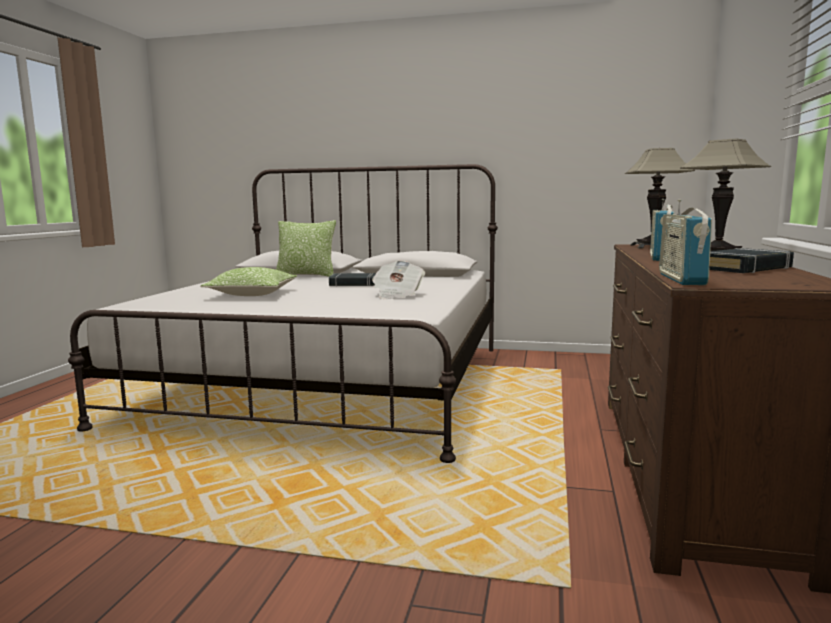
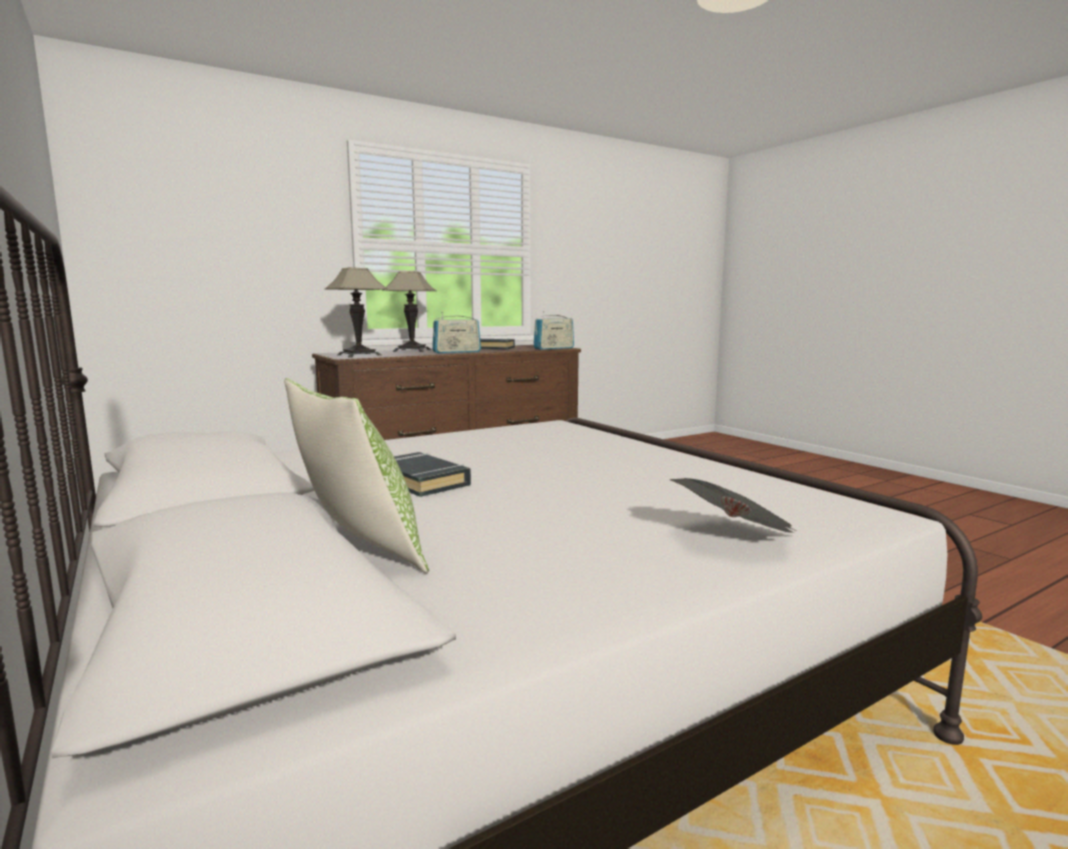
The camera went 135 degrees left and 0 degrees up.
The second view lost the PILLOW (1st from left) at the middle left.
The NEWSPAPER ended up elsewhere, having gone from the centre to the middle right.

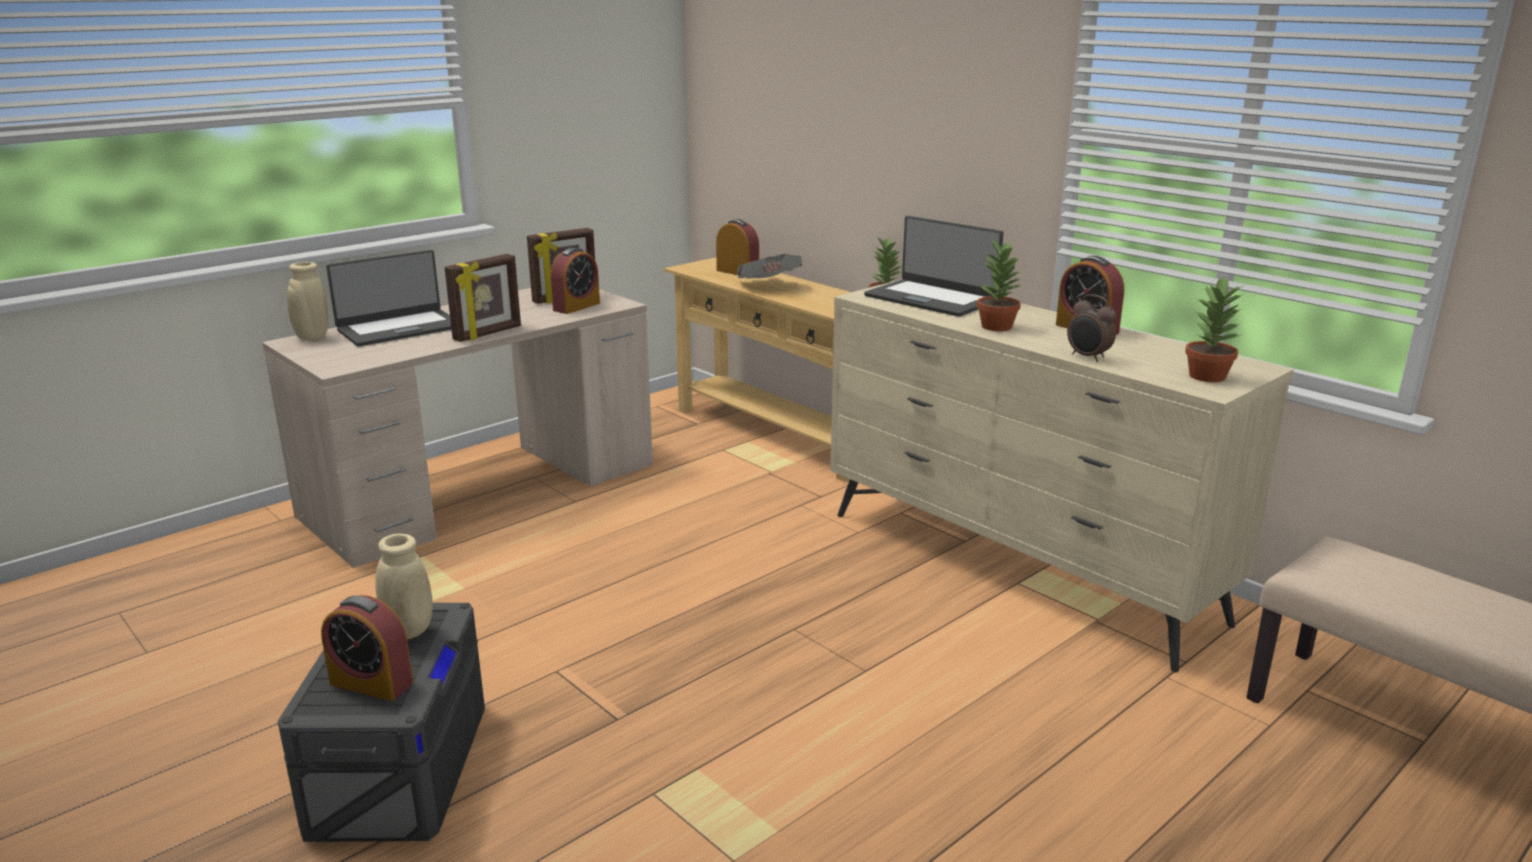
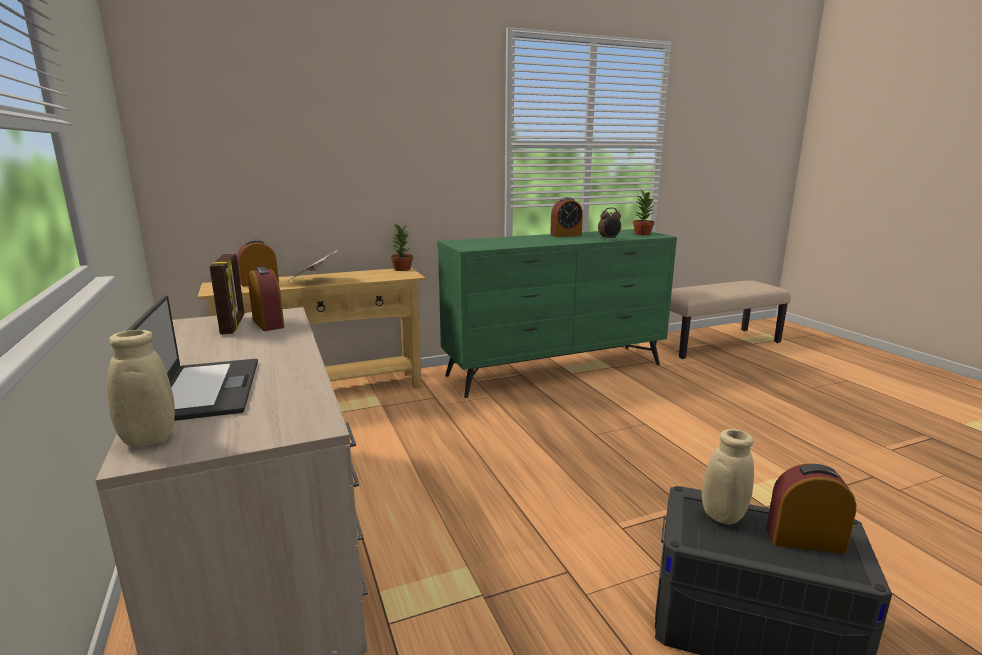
The camera went 70 degrees left and 5 degrees down.
The second view lost the PICTURE FRAME (1st from left) at the middle left.
The second view lost the LAPTOP (2nd from left) at the top centre.
The second view lost the POTTED PLANT (2nd from left) at the top centre.
What was the BEIGE DRESSER at the middle right turned into the GREEN DRESSER at the centre.
The ALARM CLOCK (1st from left in the first image) at the bottom left ended up facing another way, 120 degrees counterclockwise from before.

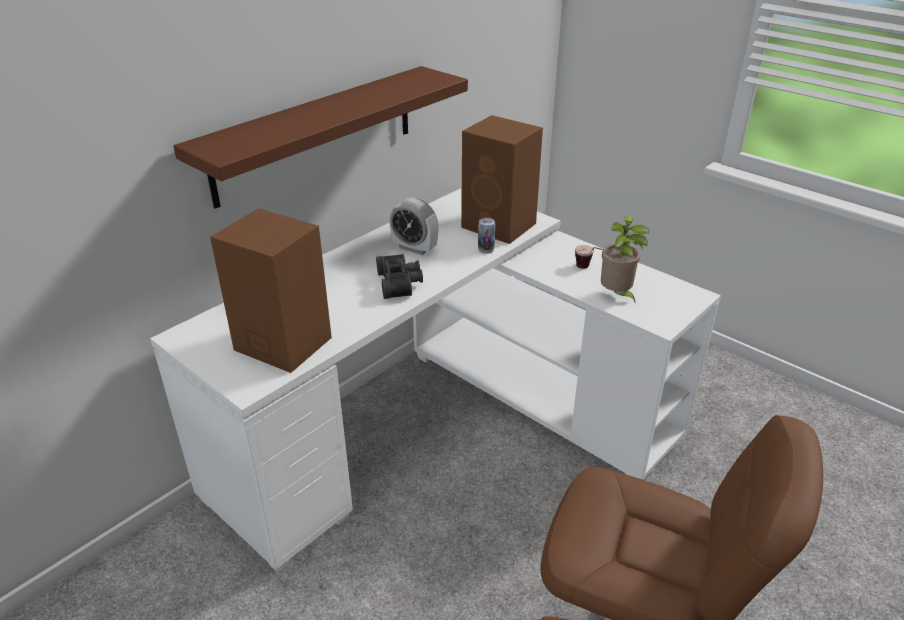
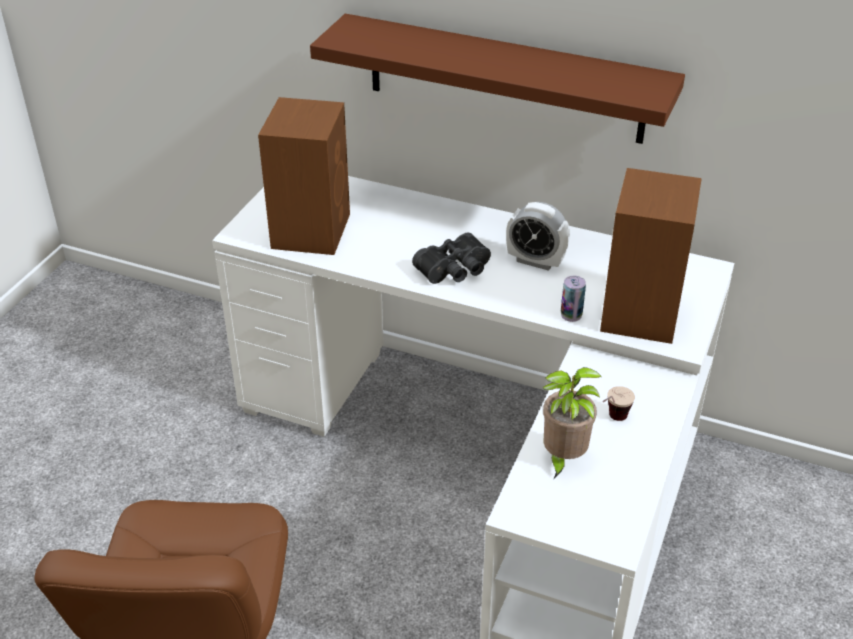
The camera went 70 degrees right and 5 degrees up.
The ALARM CLOCK at the centre ended up facing another way, 75 degrees counterclockwise from before.

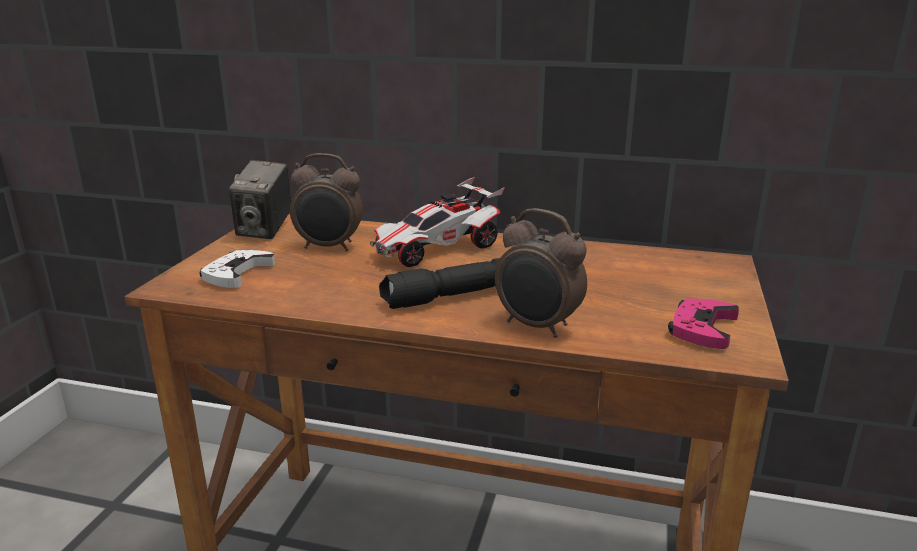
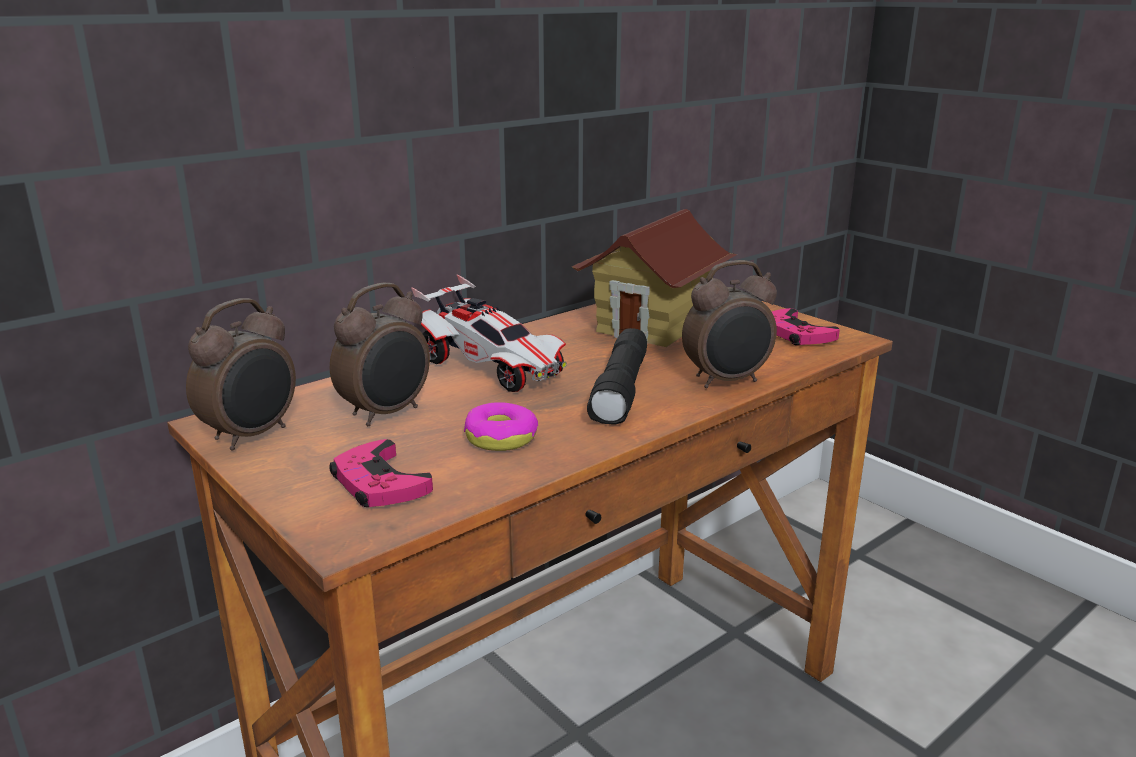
The camera went 55 degrees left and 0 degrees up.
The second view gained the DONUT at the centre.
The second view gained the TOY HOUSE at the centre.
Where the PHOTO CAMERA stood at the middle left, the ALARM CLOCK (1st from left) came to stand at the middle left.
What was the WHITE GAME CONTROLLER at the middle left turned into the PINK GAME CONTROLLER (1st from left) at the centre.
The TOY CAR at the centre ended up facing another way, 45 degrees counterclockwise from before.

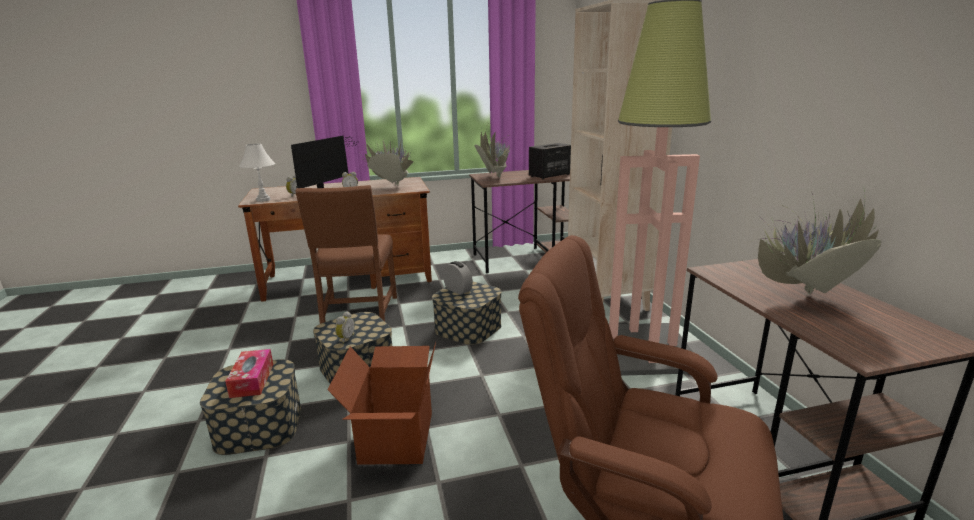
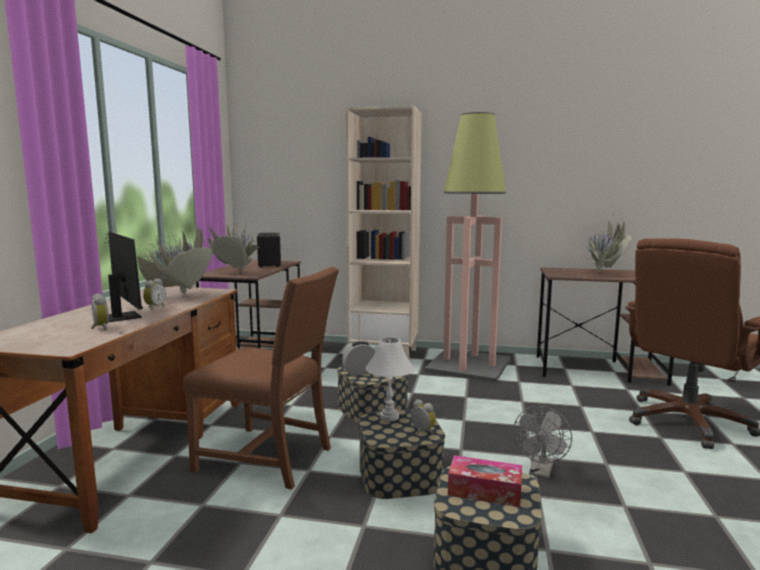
The camera went 65 degrees left and 10 degrees down.
The WHITE TABLE LAMP ended up elsewhere, having gone from the top left to the centre.
Where the CARDBOARD BOX stood at the bottom centre, the GREY FAN came to stand at the bottom right.

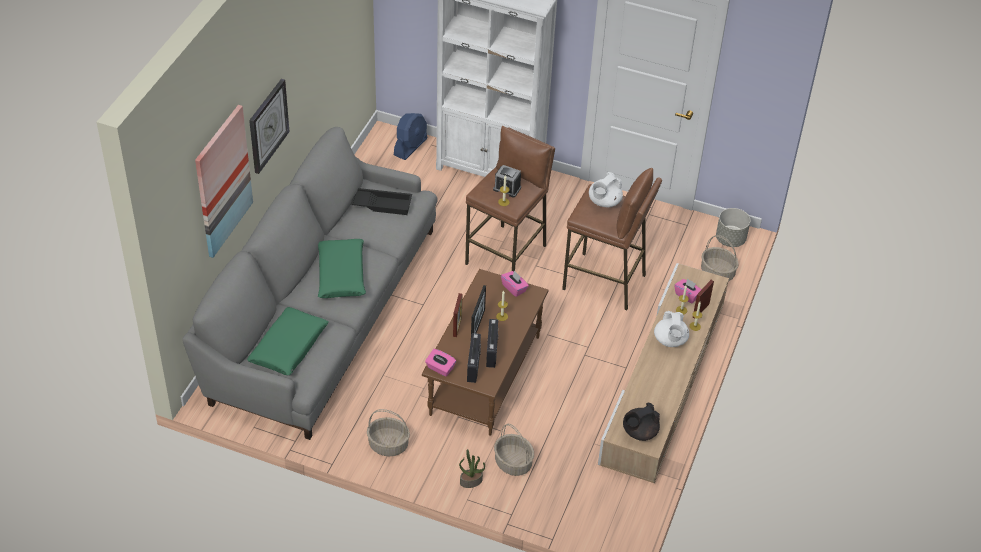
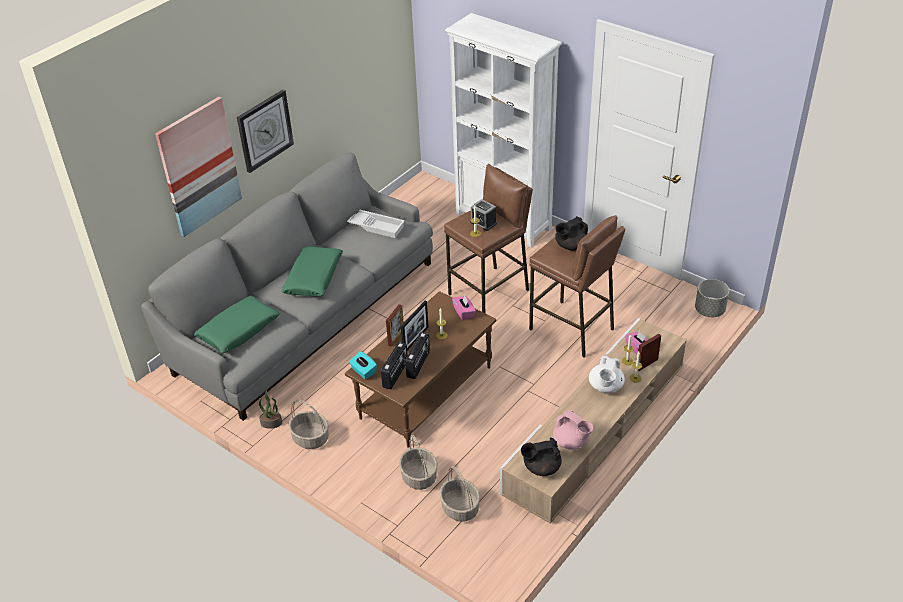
The camera went 20 degrees right and 5 degrees down.
The second view lost the BLUE FAN at the top centre.
The second view gained the PINK TEAPOT at the bottom centre.
The POTTED PLANT ended up elsewhere, having gone from the bottom centre to the bottom left.
The BASKET (3rd from left) ended up elsewhere, having gone from the middle right to the bottom centre.
What was the BLACK TRAY at the centre turned into the WHITE TRAY at the centre.
What was the PINK TISSUE BOX (1st from left) at the centre turned into the TURQUOISE TISSUE BOX at the centre.
What was the WHITE TEAPOT (1st from left) at the centre turned into the BLACK TEAPOT (2nd from left) at the centre.

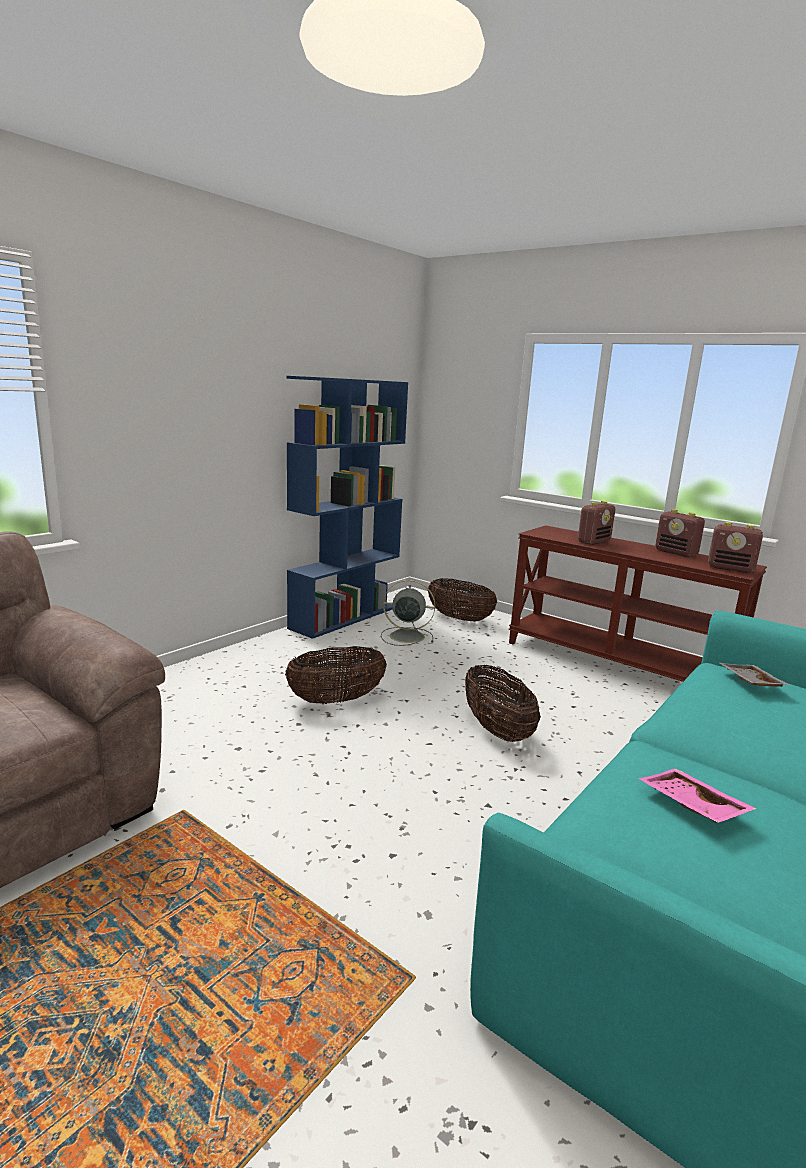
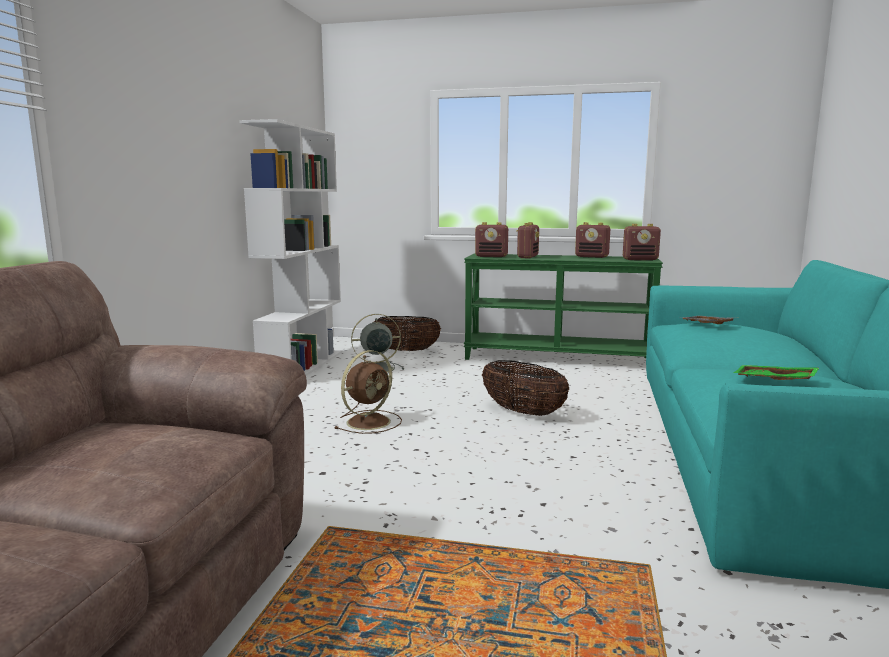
The camera went 25 degrees left and 5 degrees down.
The second view gained the RADIO (1st from left) at the centre.
Where the BASKET (1st from left) stood at the centre, the BROWN FAN came to stand at the centre.
What was the BLUE BOOKCASE at the centre turned into the WHITE BOOKCASE at the middle left.
What was the BROWN CONSOLE TABLE at the middle right turned into the GREEN CONSOLE TABLE at the centre.
What was the PINK TRAY at the bottom right turned into the GREEN TRAY at the middle right.

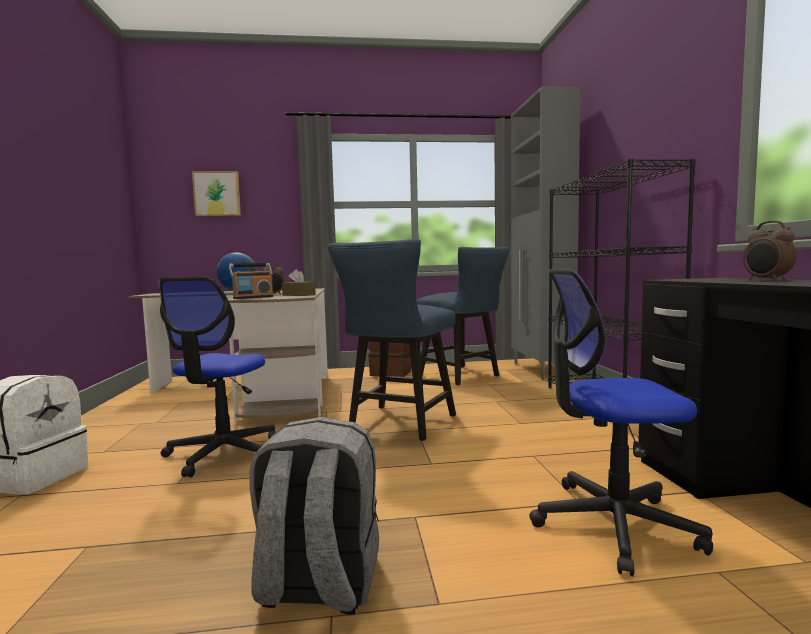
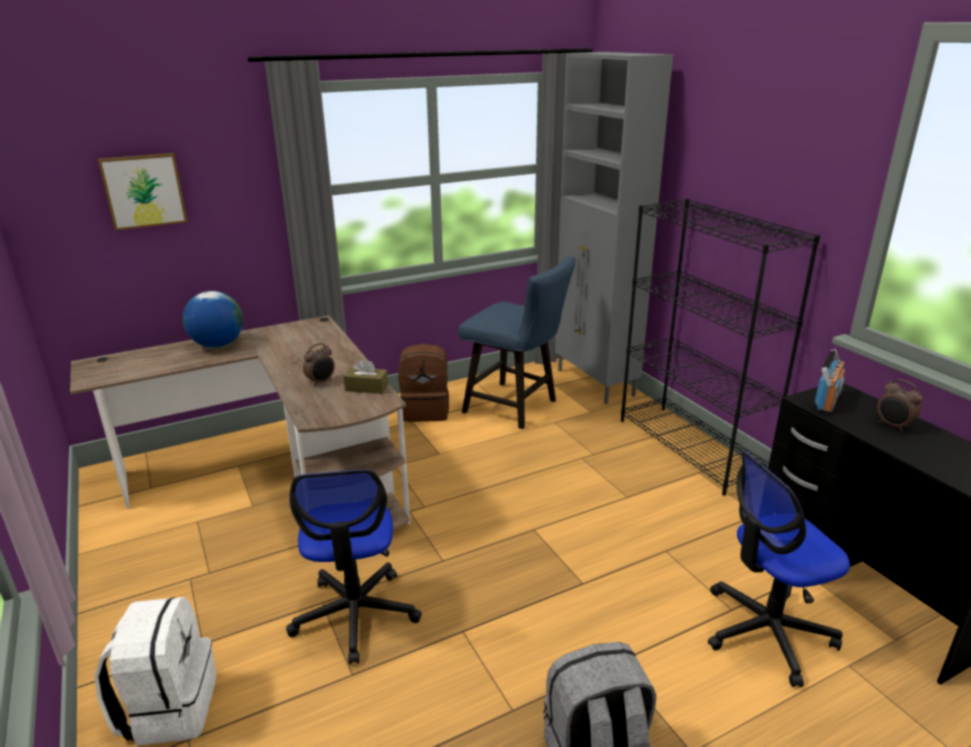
The camera went 20 degrees left and 20 degrees up.
The second view lost the BLUE CHAIR (1st from left) at the centre.
The RADIO ended up elsewhere, having gone from the middle left to the middle right.

